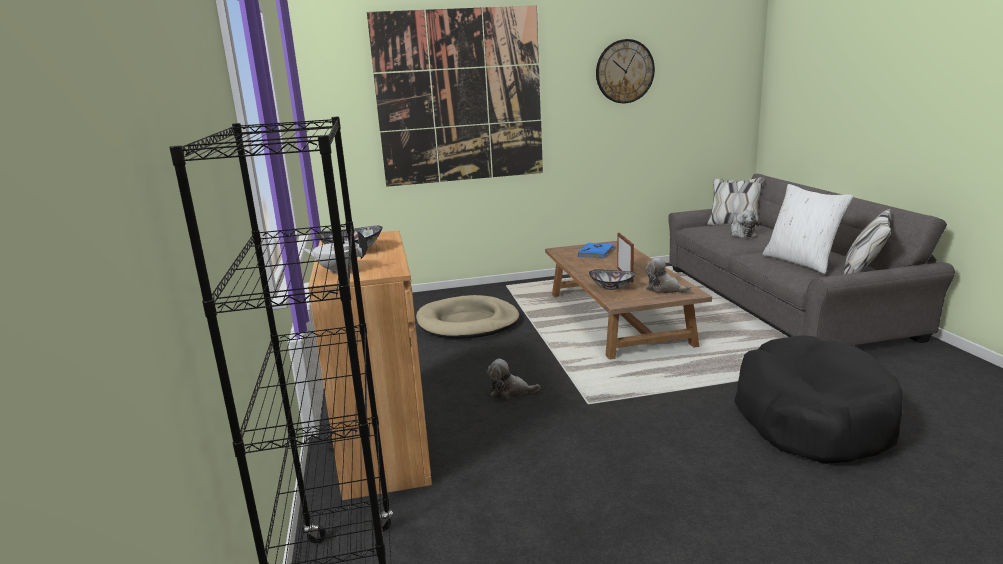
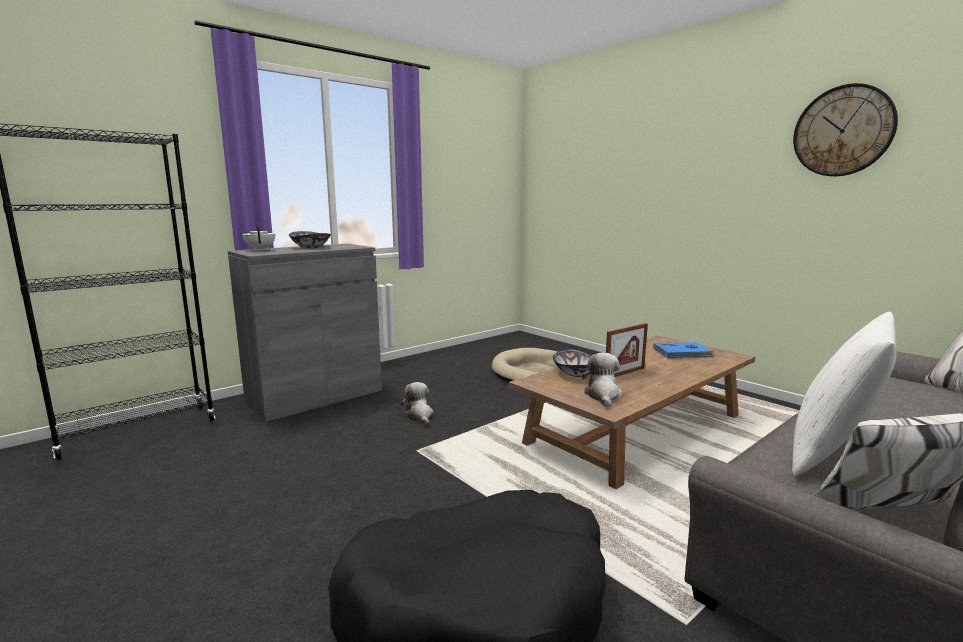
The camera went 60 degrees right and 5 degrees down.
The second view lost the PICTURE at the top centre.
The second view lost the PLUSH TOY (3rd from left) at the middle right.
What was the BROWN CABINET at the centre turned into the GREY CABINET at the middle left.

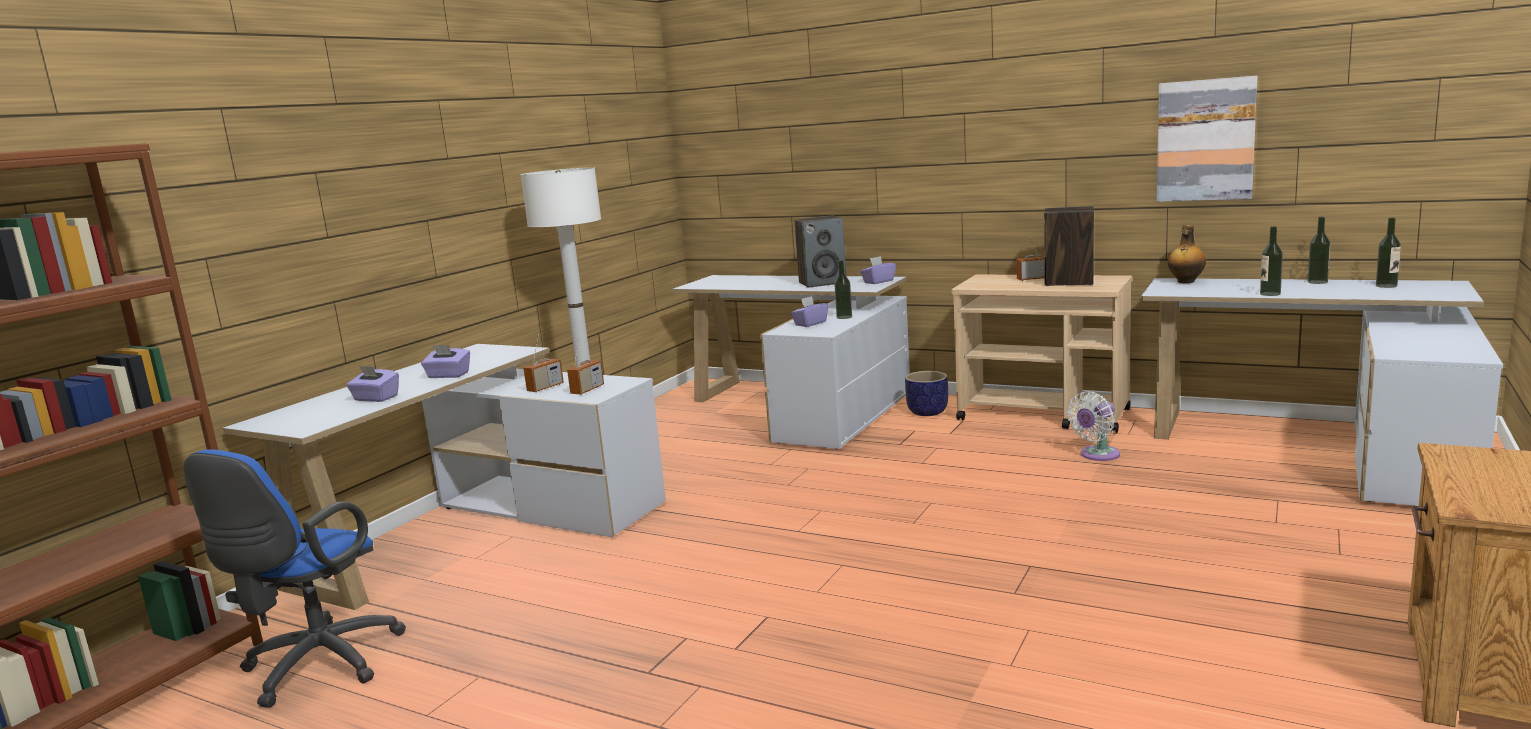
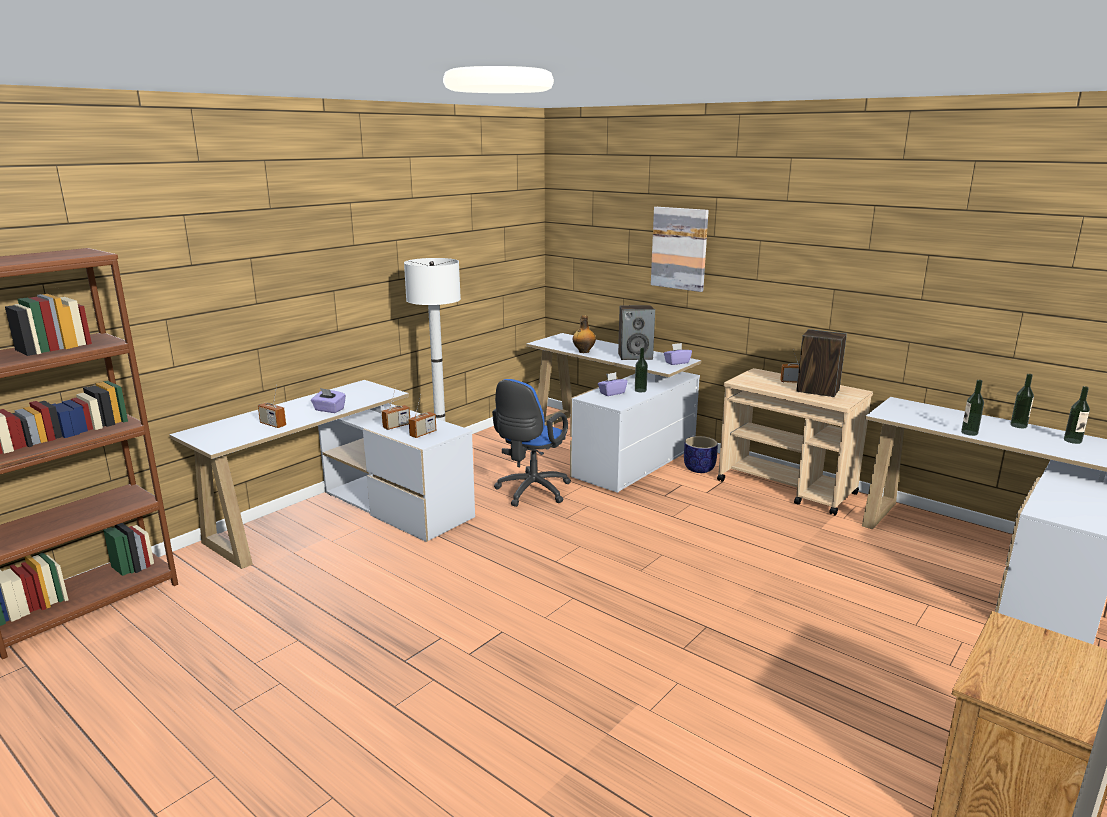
The camera went 10 degrees right and 5 degrees up.
The second view lost the WHITE FAN at the middle right.
The BLUE OFFICE CHAIR ended up elsewhere, having gone from the bottom left to the centre.
The PICTURE ended up elsewhere, having gone from the top right to the top centre.
The BOTTLE (2nd from left in the first image) ended up elsewhere, having gone from the middle right to the centre.
Where the PURPLE TISSUE BOX (1st from left) stood at the middle left, the RADIO (1st from left) came to stand at the middle left.

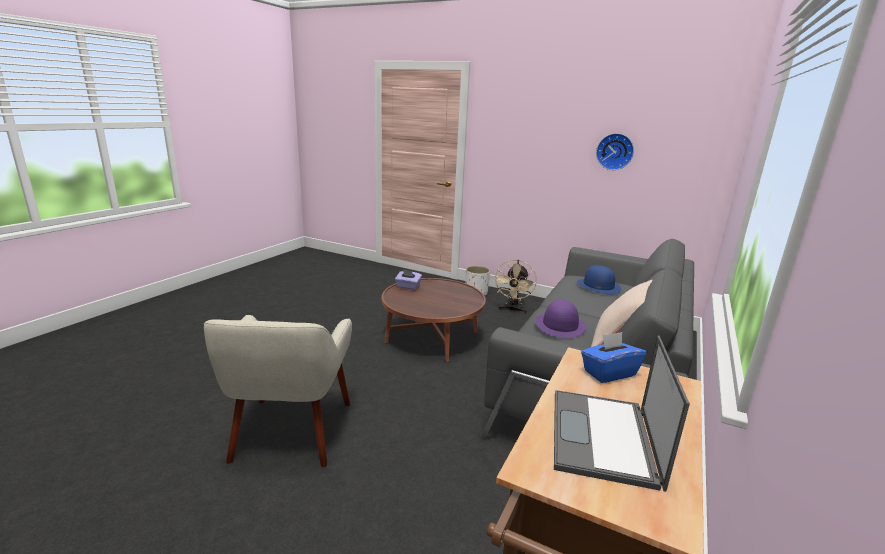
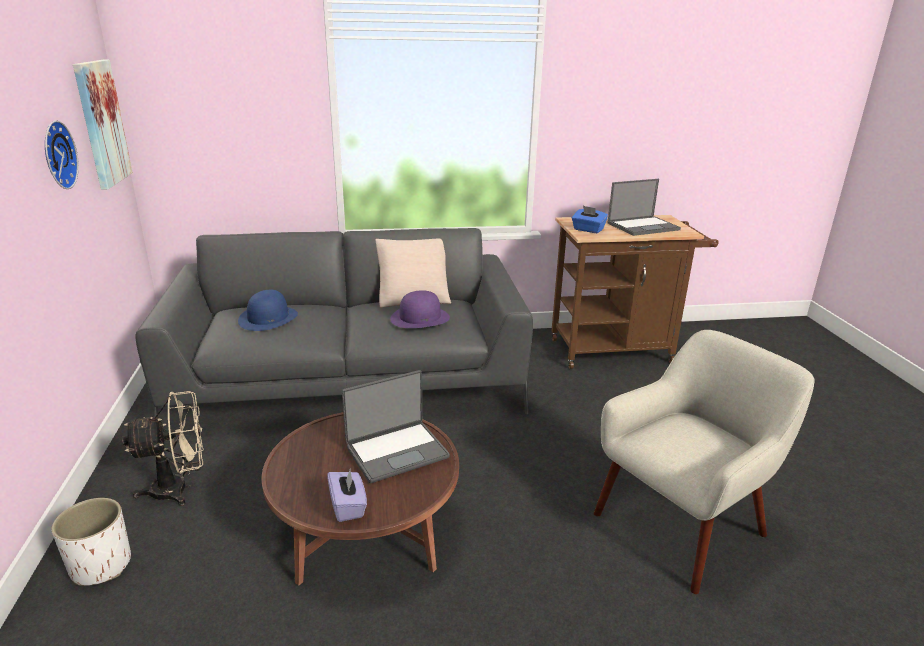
The camera went 125 degrees left and 5 degrees up.
The second view gained the PICTURE at the top left.
The second view gained the LAPTOP (1st from left) at the centre.

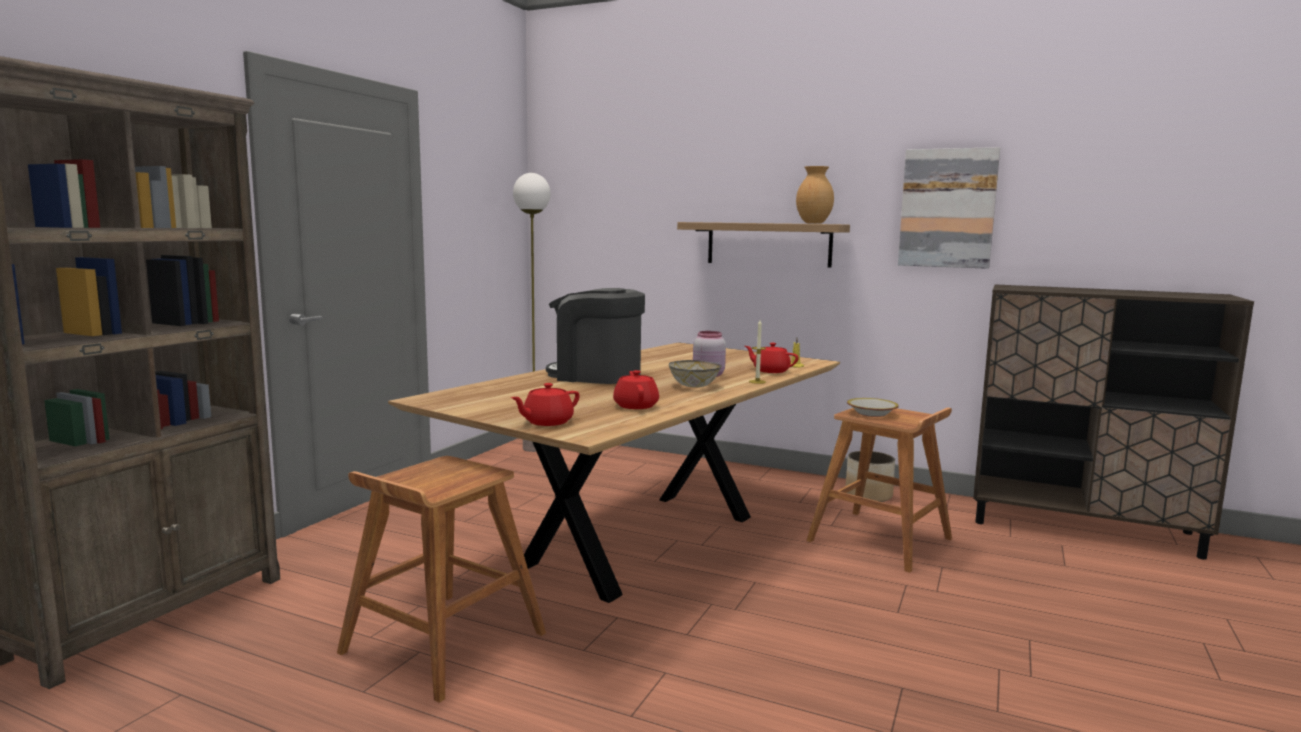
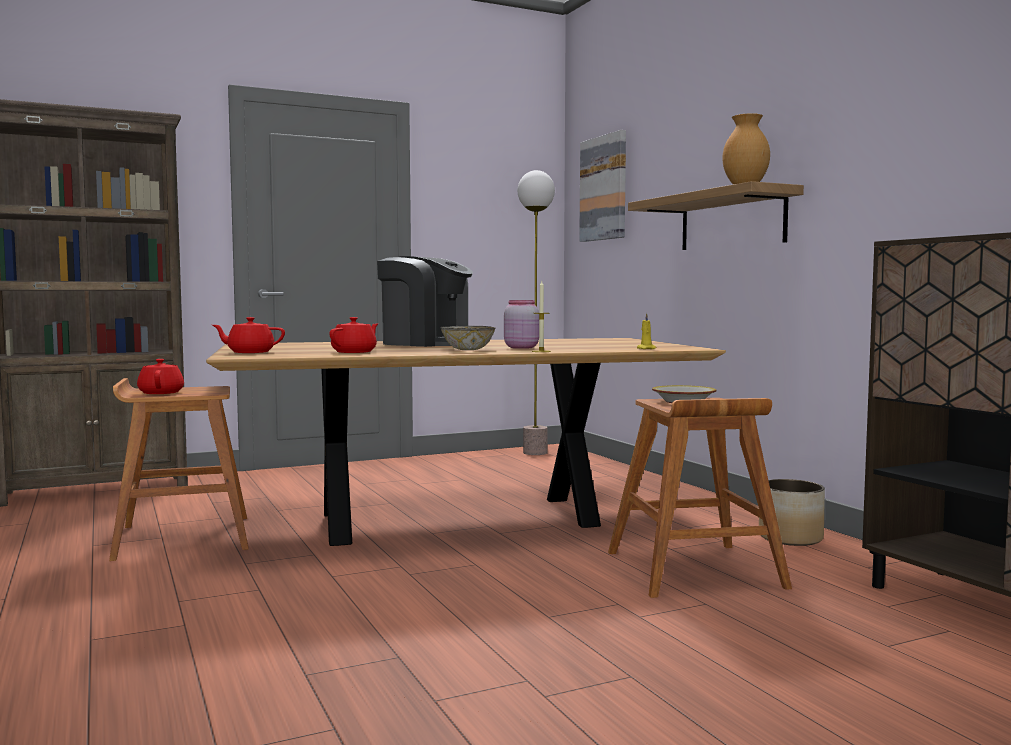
The camera went 40 degrees right and 5 degrees down.
The RED TEAPOT (3rd from left in the first image) ended up elsewhere, having gone from the centre to the middle left.
The PICTURE ended up elsewhere, having gone from the top right to the top centre.
The COFFEE MACHINE at the centre ended up facing another way, 150 degrees clockwise from before.

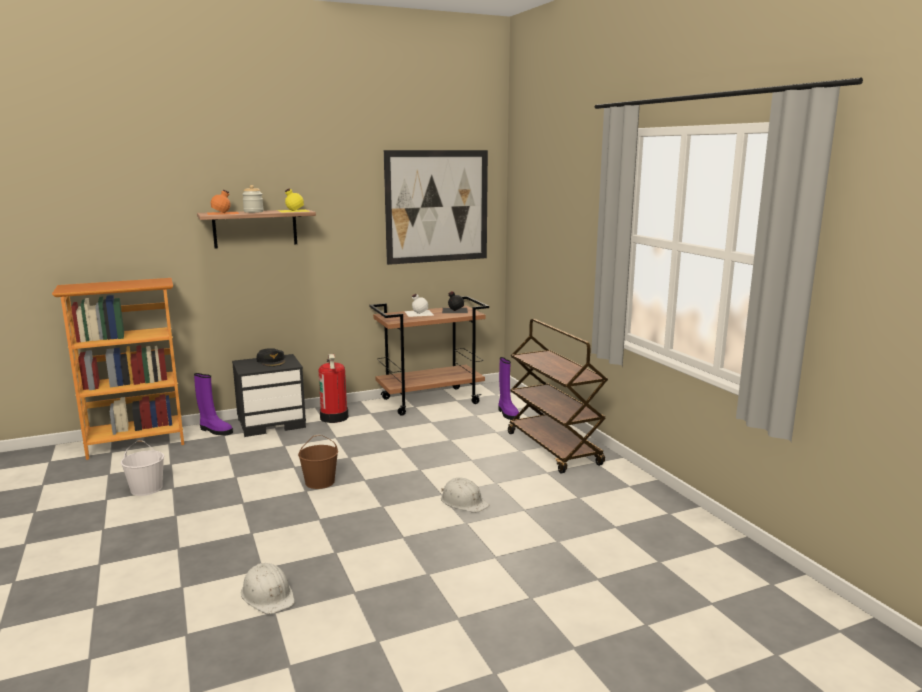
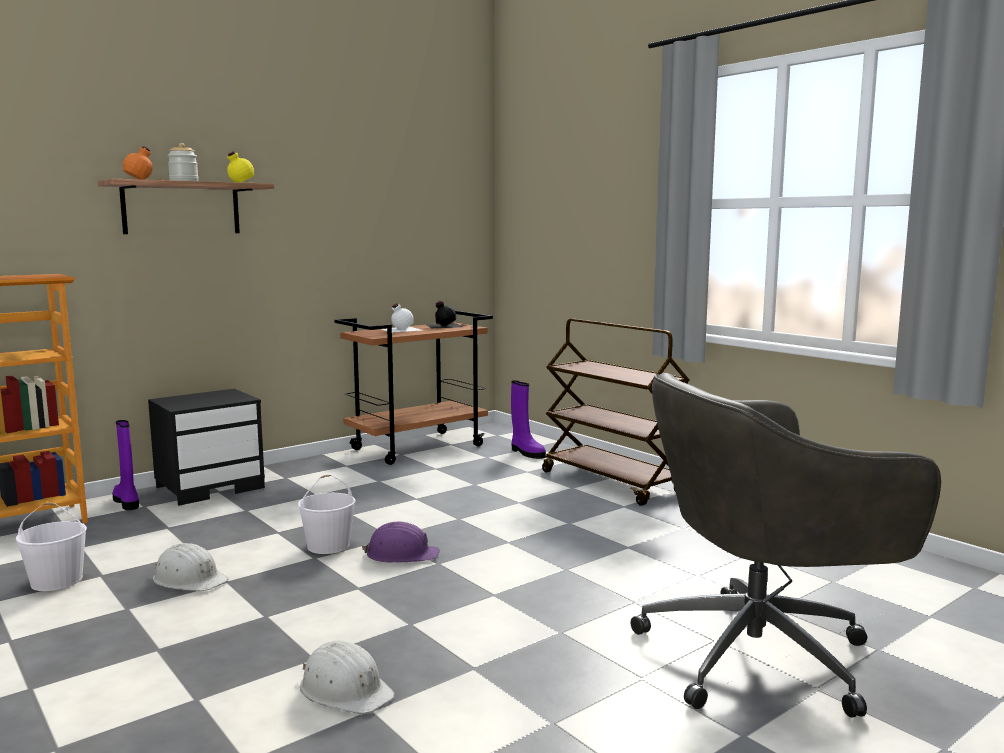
The camera went 15 degrees left and 5 degrees down.
The second view lost the BLACK CAP at the middle left.
The second view lost the FIRE EXTINGUISHER at the centre.
The second view lost the PICTURE at the top centre.
The second view gained the PURPLE HARD HAT at the bottom centre.
The second view gained the GREY OFFICE CHAIR at the bottom right.
The WHITE HARD HAT (2nd from left in the first image) ended up elsewhere, having gone from the bottom centre to the bottom left.
What was the BROWN BUCKET at the bottom centre turned into the WHITE BUCKET (2nd from left) at the bottom left.
The PURPLE BOOT (1st from left) at the middle left ended up facing another way, 135 degrees counterclockwise from before.

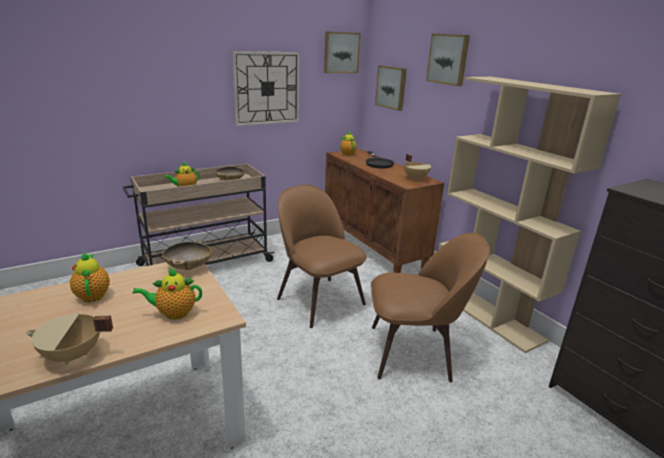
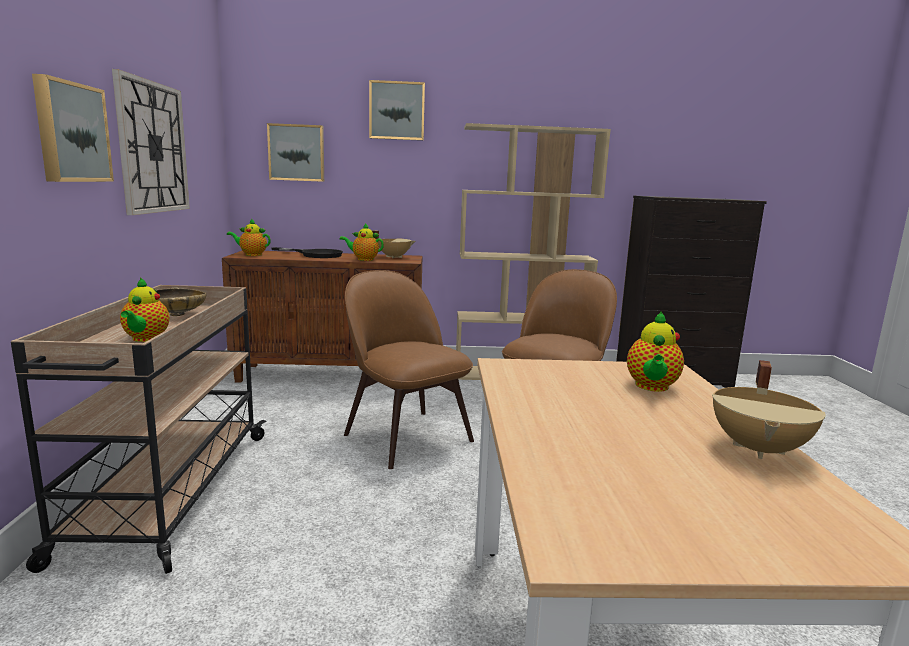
The camera went 60 degrees left and 10 degrees down.
The second view lost the BEIGE BOWL (1st from left) at the middle left.
The TEAPOT (1st from left in the first image) ended up elsewhere, having gone from the middle left to the centre.
The PICTURE (1st from left) ended up elsewhere, having gone from the top centre to the top left.
The BROWN CHAIR (1st from left) at the centre ended up facing another way, 60 degrees clockwise from before.

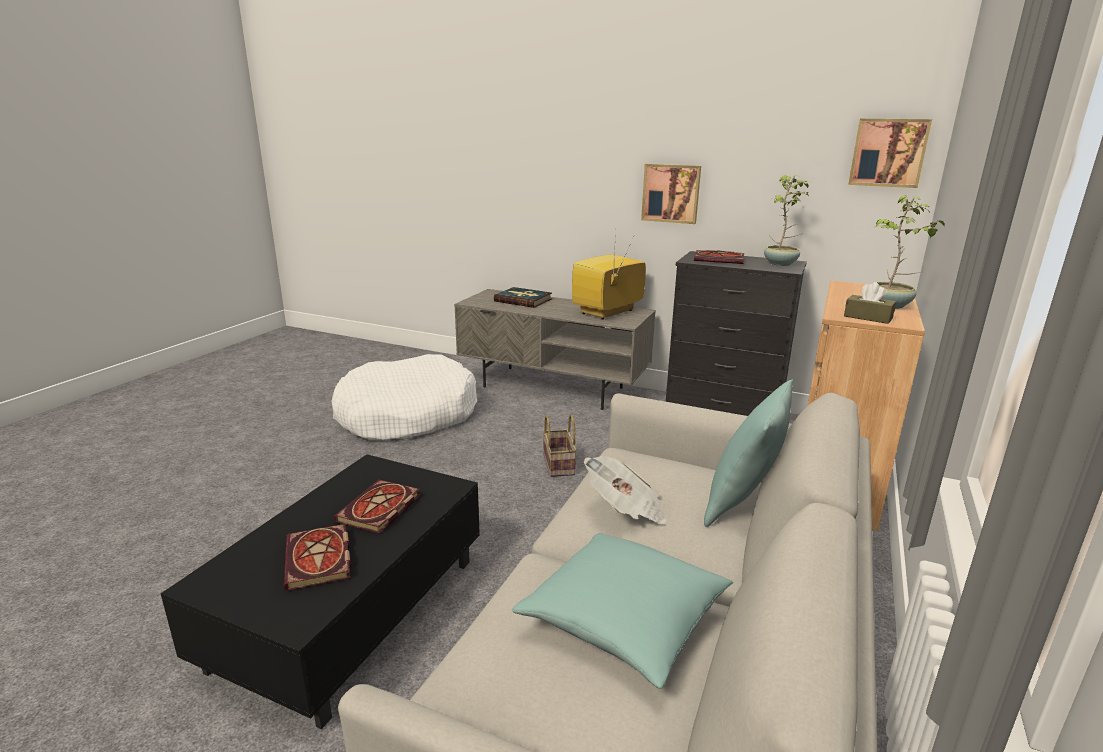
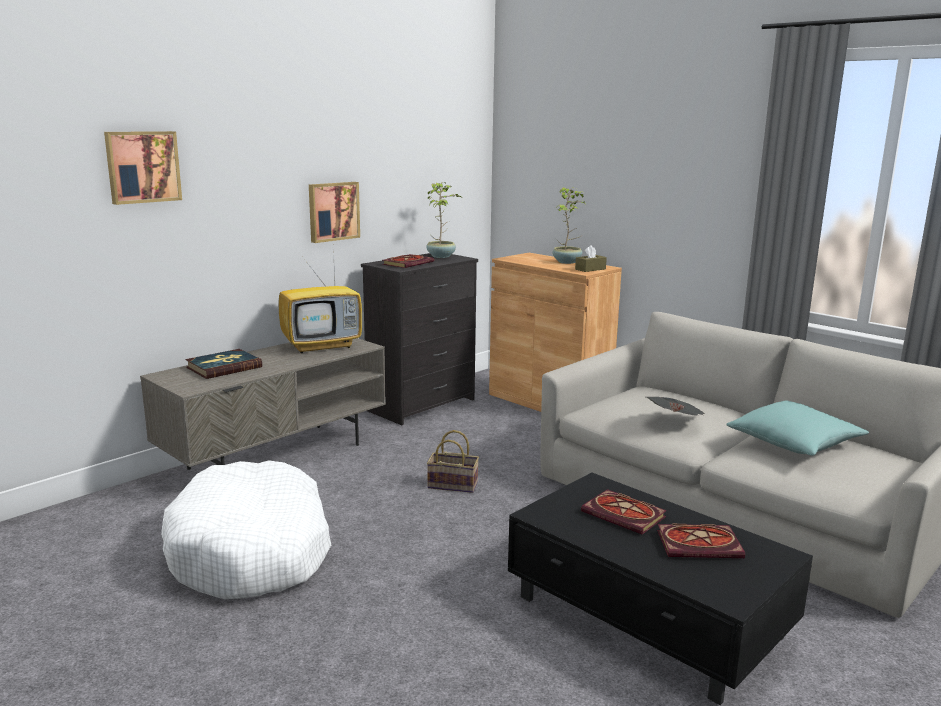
The camera went 70 degrees left and 5 degrees down.
The second view lost the TURQUOISE PILLOW (2nd from left) at the middle right.
The PICTURE (2nd from left in the first image) ended up elsewhere, having gone from the top right to the top left.
The TELEVISION at the centre ended up facing another way, 90 degrees counterclockwise from before.

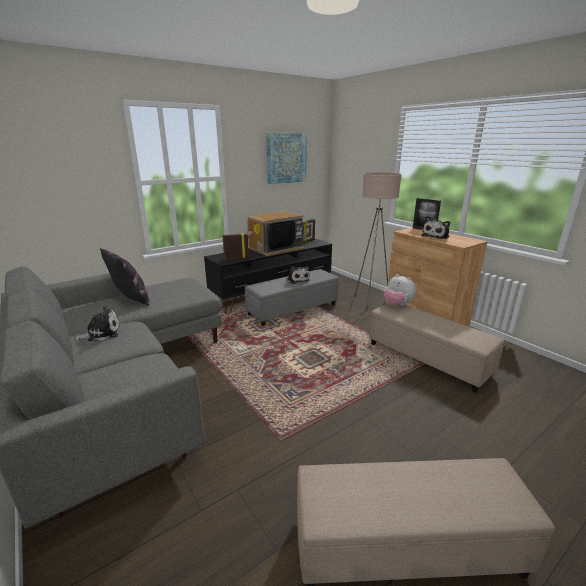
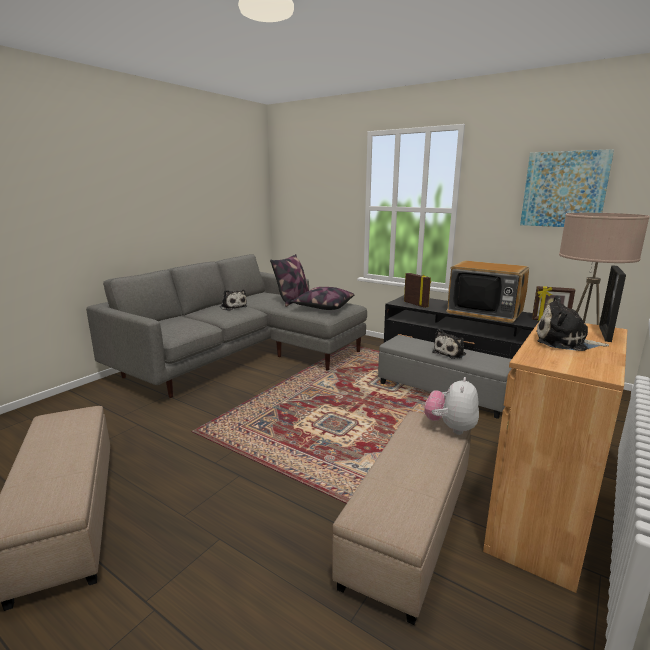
The camera went 70 degrees right and 5 degrees down.
The second view gained the PILLOW (2nd from left) at the centre.

